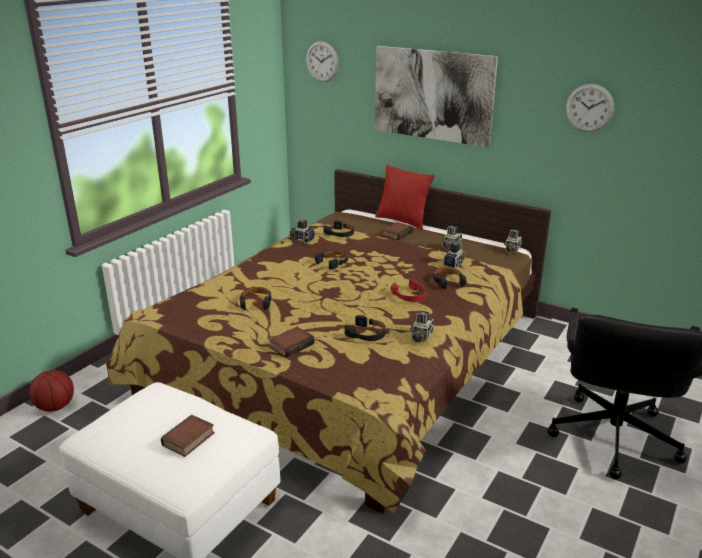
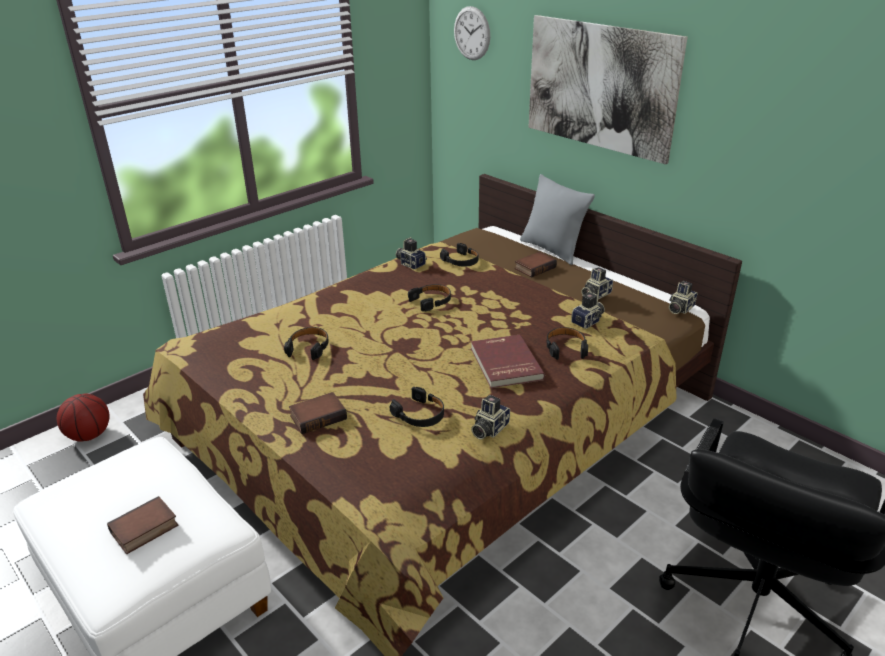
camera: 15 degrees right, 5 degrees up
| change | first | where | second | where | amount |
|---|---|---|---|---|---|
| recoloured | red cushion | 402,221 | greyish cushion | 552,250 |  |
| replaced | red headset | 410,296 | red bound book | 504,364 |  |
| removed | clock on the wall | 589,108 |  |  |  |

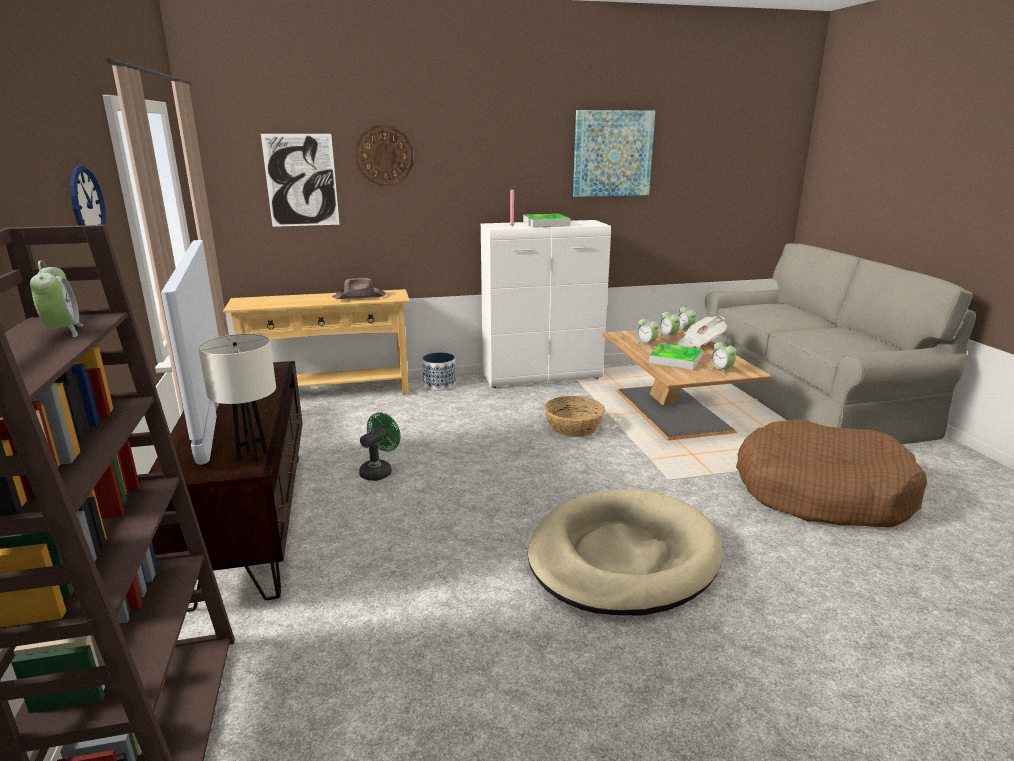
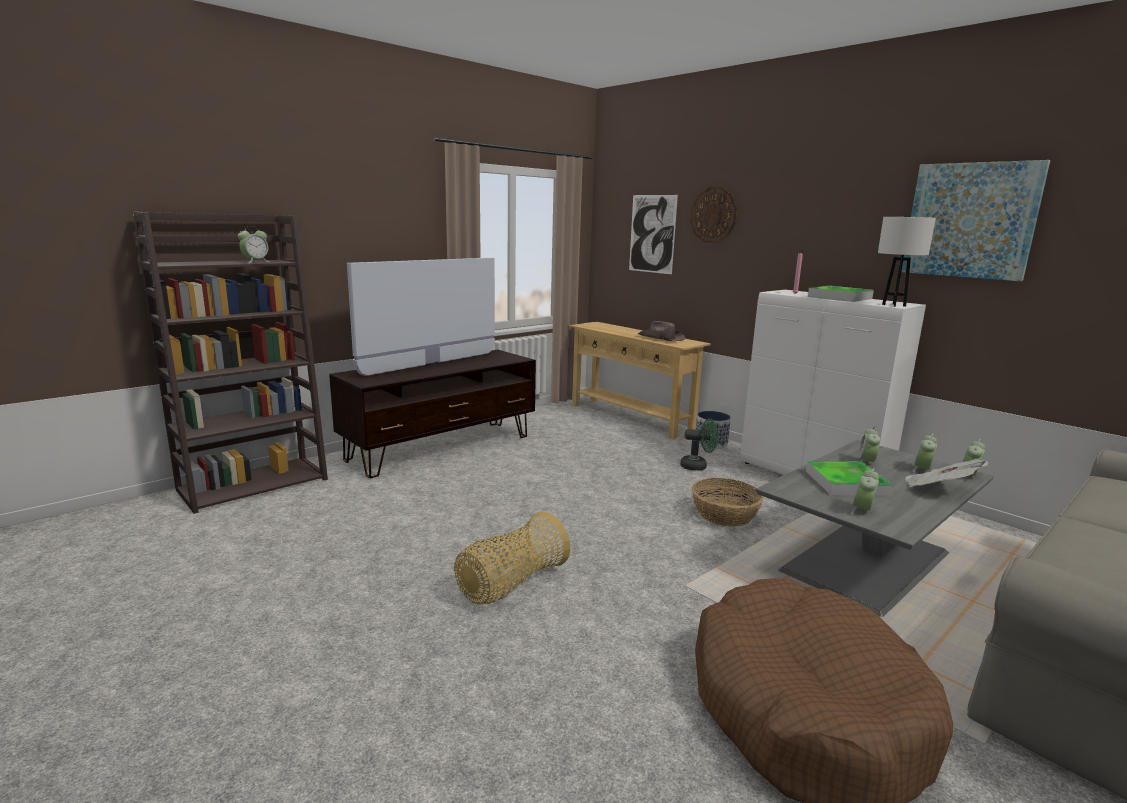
camera: 60 degrees right, 5 degrees down
| change | first | where | second | where | amount |
|---|---|---|---|---|---|
| removed | clock on the wall | 87,204 |  |  |  |
| moved | white lamp for a table | 252,456 |  | 894,305 |  |
| moved | greenish fan | 379,471 |  | 698,466 |  |
| replaced | beige pet bed | 623,557 | household basket | 510,584 |  |
| recoloured | brown low table | 674,411 | greyish low table | 865,563 |  |

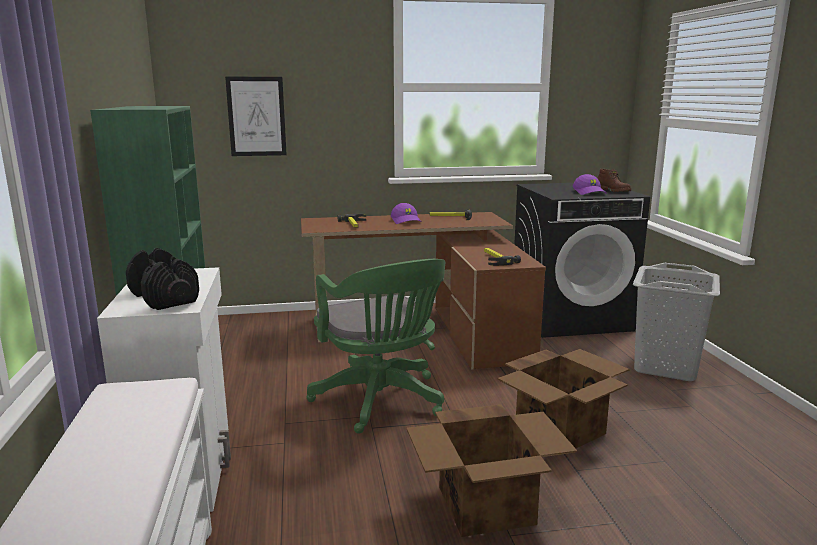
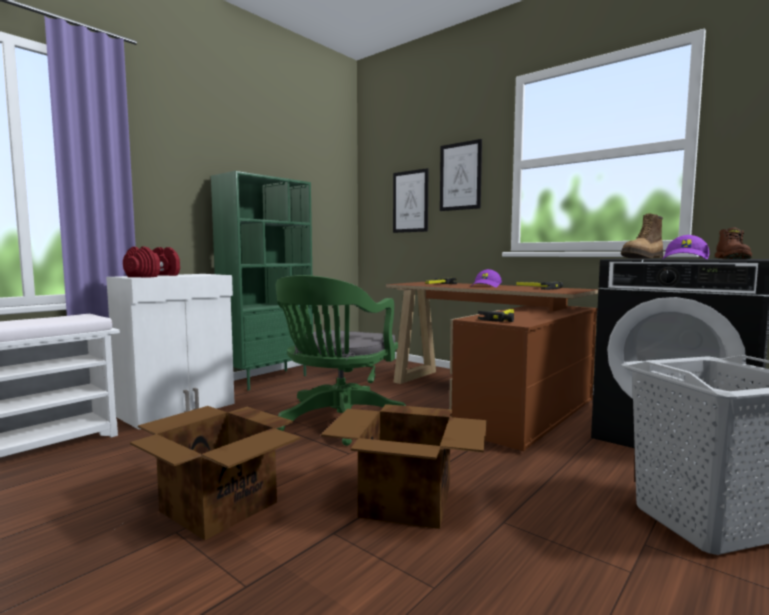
camera: 50 degrees right, 10 degrees down
| change | first | where | second | where | amount |
|---|---|---|---|---|---|
| recoloured | black-coloured free weight | 163,298 | red free weight | 153,276 |  |
| added |  |  | picture | 460,176 |  |
| added |  |  | boot | 643,258 |  |

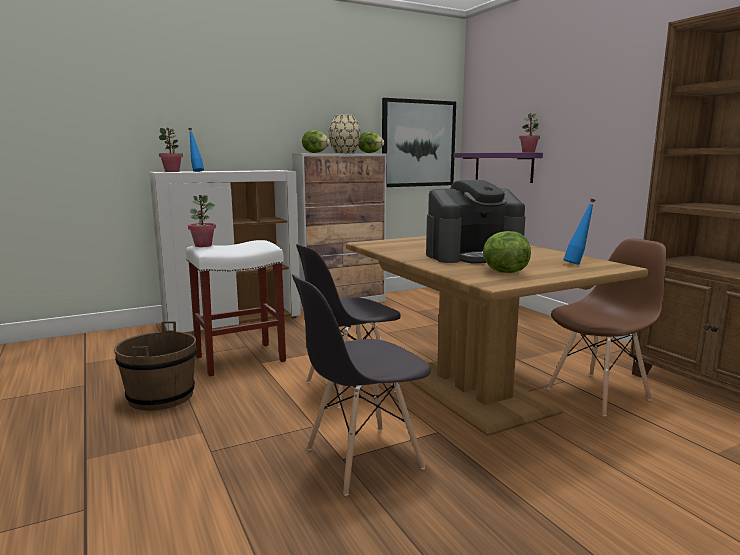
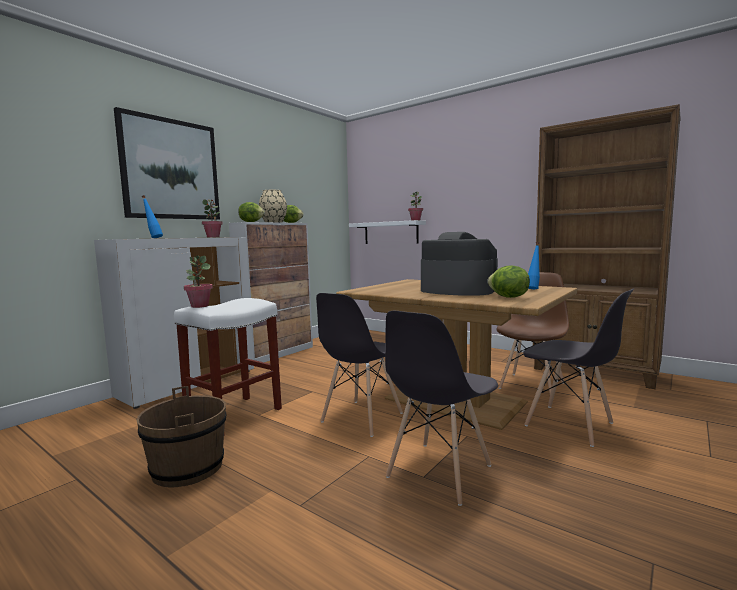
camera: 25 degrees left, 5 degrees down
| change | first | where | second | where | amount |
|---|---|---|---|---|---|
| moved | houseplant | 172,171 |  | 213,237 |  |
| moved | picture | 418,143 |  | 171,169 |  |
| turned | coffee brewer | 473,255 |  | 457,291 | 105 degrees counterclockwise |
| recoloured | purple-coloured wall shelf | 503,167 | white wall shelf | 391,233 |  |
| added |  |  | greyish chair | 570,425 |  |

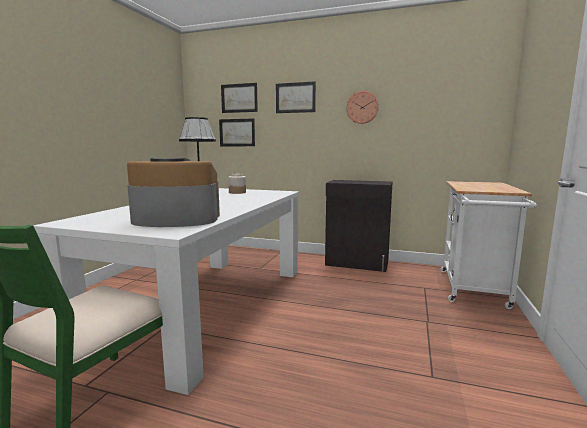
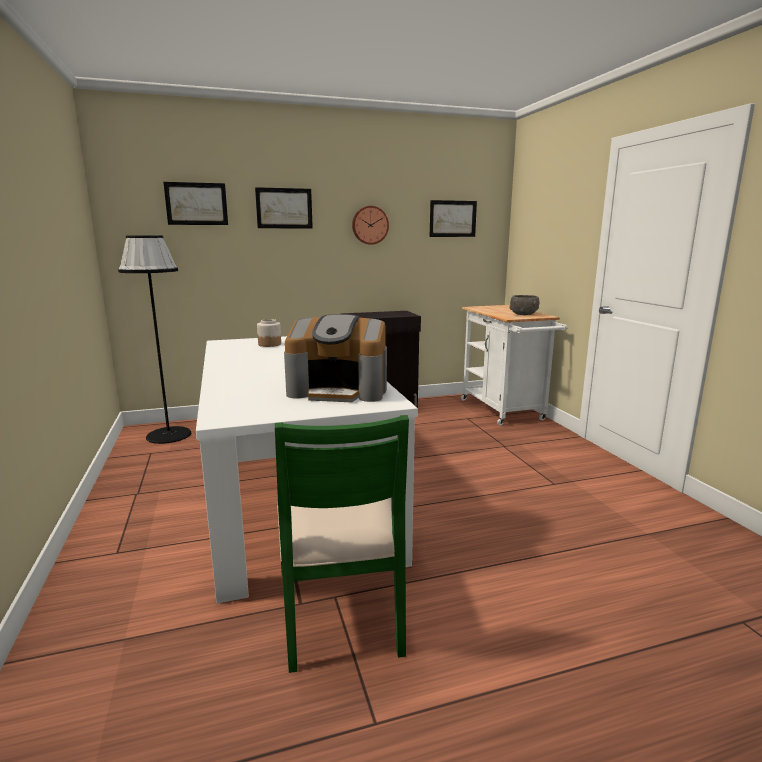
camera: 35 degrees left, 5 degrees up
| change | first | where | second | where | amount |
|---|---|---|---|---|---|
| turned | coffee brewer | 175,220 |  | 339,390 | 135 degrees counterclockwise |
| moved | picture | 237,132 |  | 452,218 |  |
| added |  |  | greyish bowl | 523,314 |  |

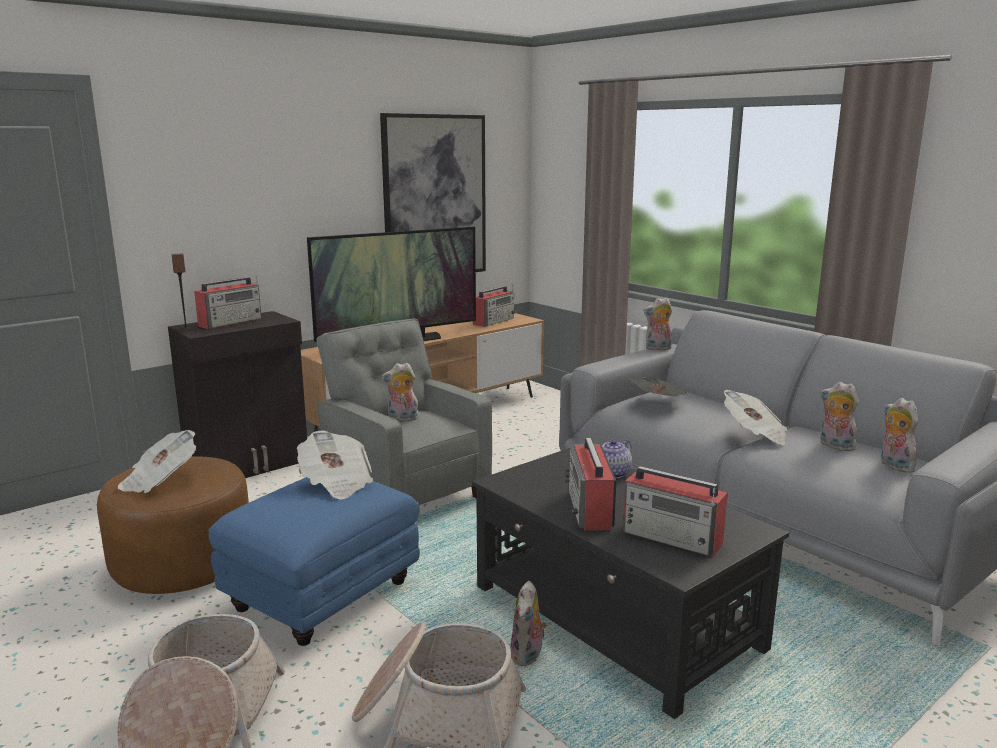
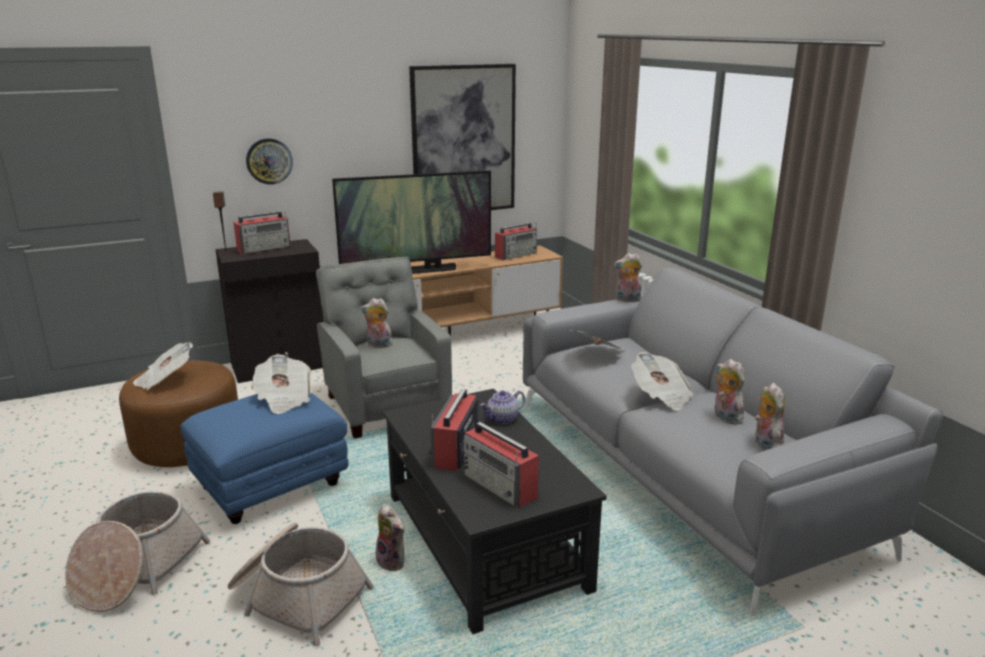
camera: 15 degrees right, 5 degrees up
| change | first | where | second | where | amount |
|---|---|---|---|---|---|
| turned | plush toy | 528,656 |  | 393,562 | 75 degrees counterclockwise |
| added |  |  | clock on the wall | 269,161 |  |

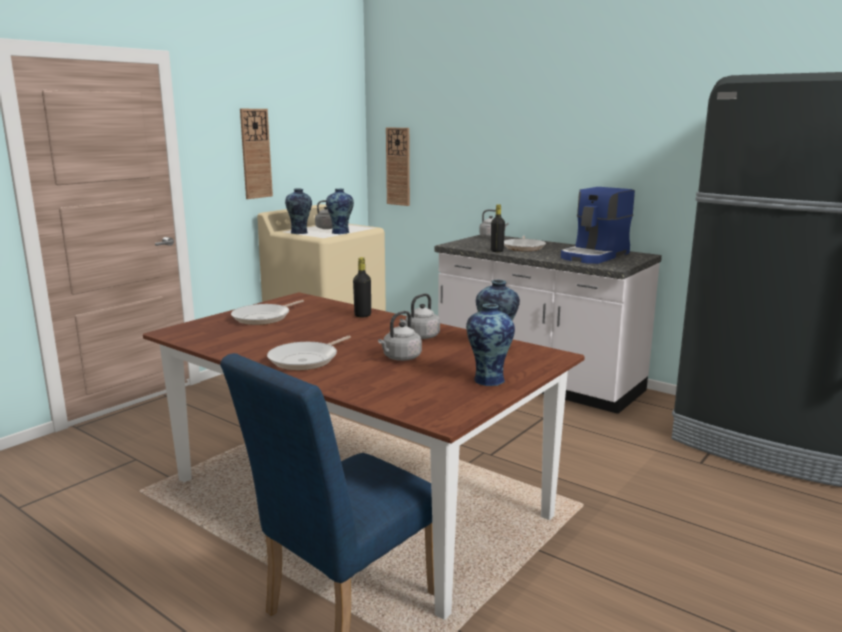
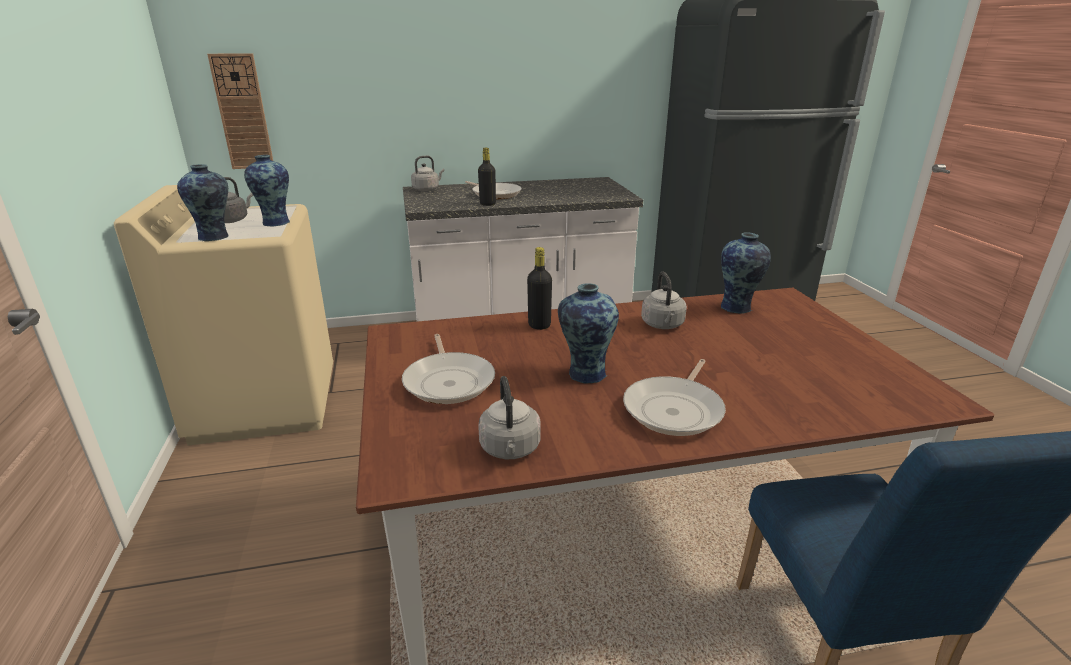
camera: 50 degrees left, 10 degrees up
| change | first | where | second | where | amount |
|---|---|---|---|---|---|
| removed | clock on the wall | 255,153 |  |  |  |
| turned | frying pan | 306,360 |  | 675,409 | 45 degrees clockwise |
| moved | greyish water kettle | 400,358 |  | 510,449 |  |
| moved | vase | 488,380 |  | 585,373 |  |
| removed | coffee brewer | 595,256 |  |  |  |

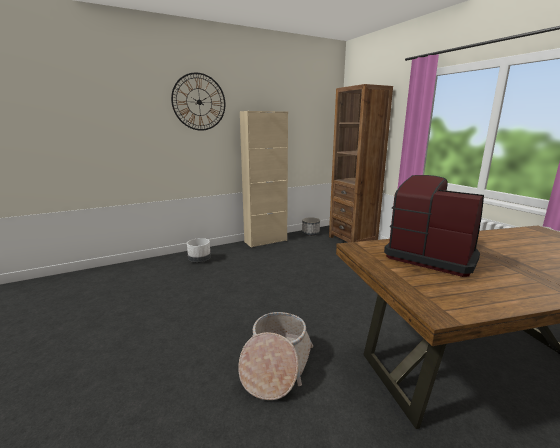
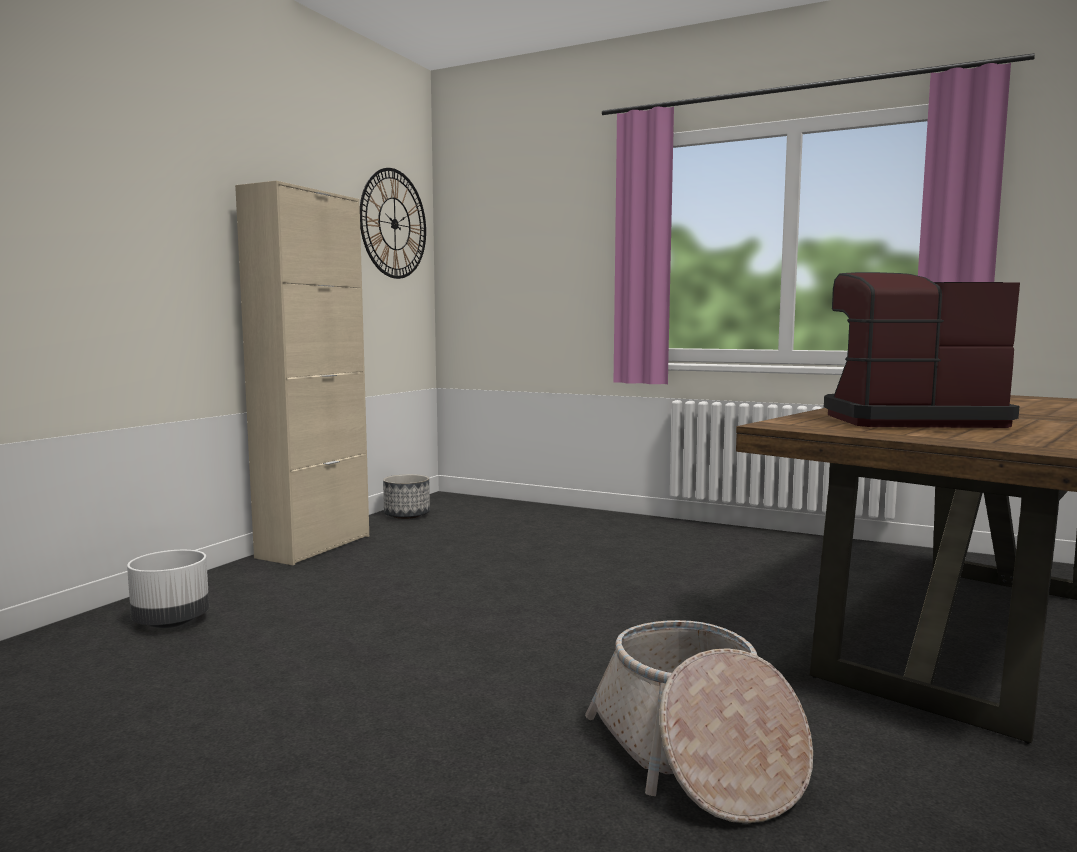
camera: 35 degrees left, 10 degrees down
| change | first | where | second | where | amount |
|---|---|---|---|---|---|
| moved | clock on the wall | 199,102 |  | 394,224 |  |
| removed | brown bookshelf | 352,239 |  |  |  |

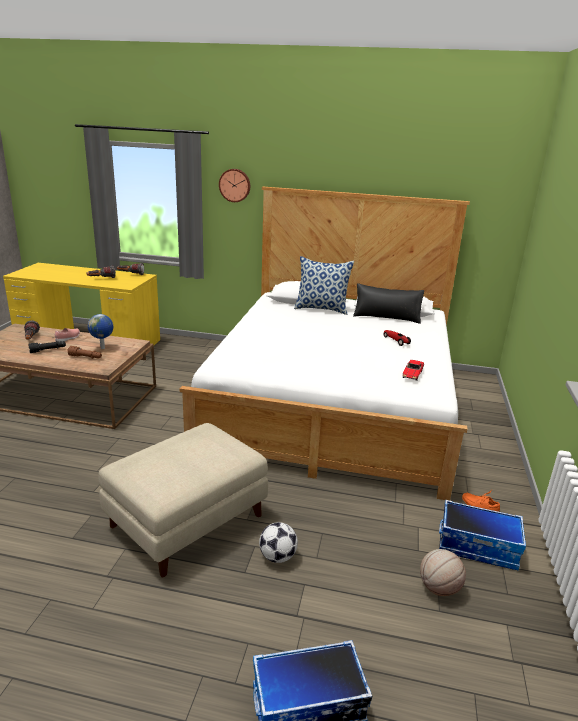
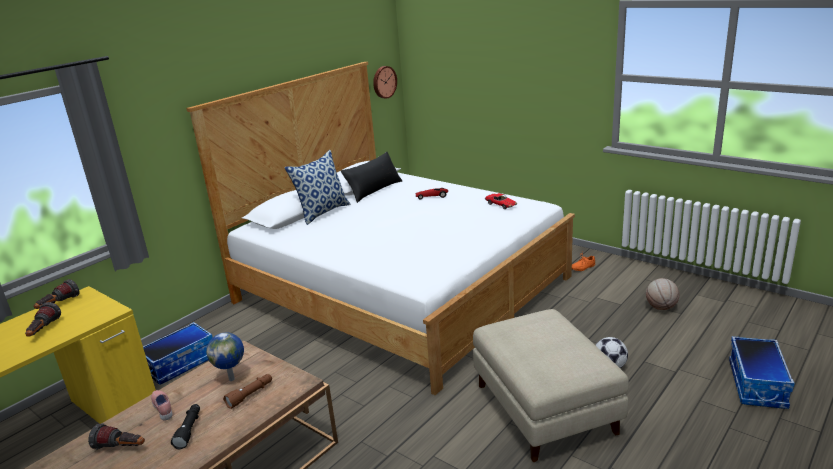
camera: 60 degrees left, 0 degrees up
| change | first | where | second | where | amount |
|---|---|---|---|---|---|
| moved | clock on the wall | 235,185 |  | 384,82 |  |
| moved | storage bin | 478,546 |  | 180,364 |  |

